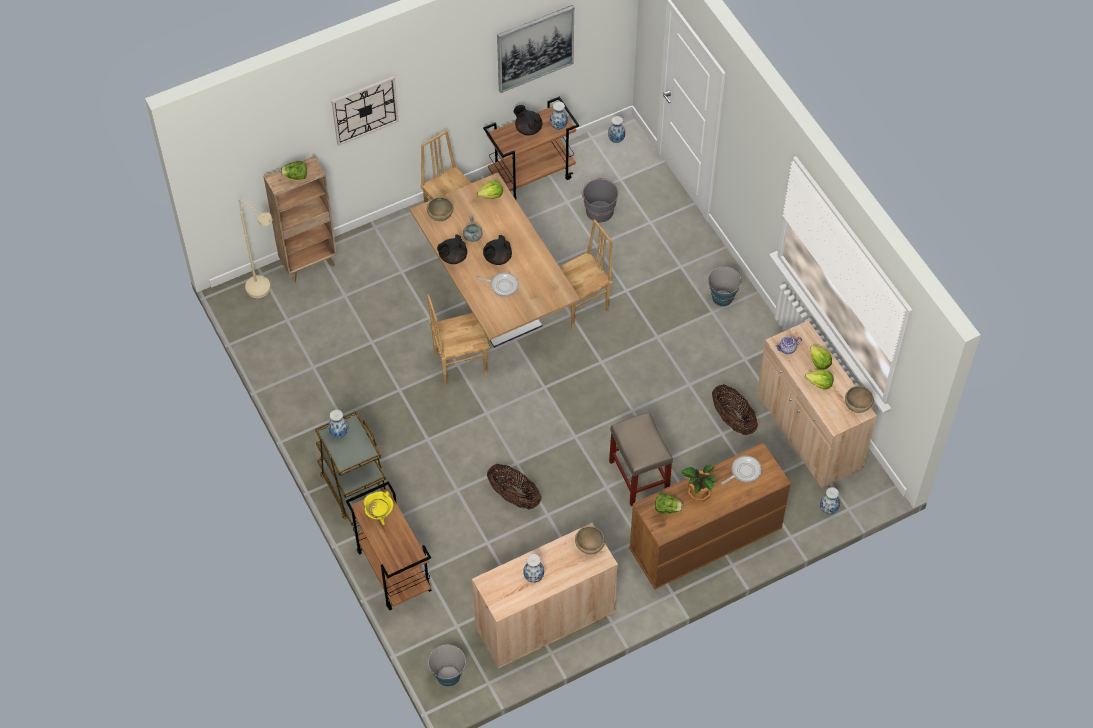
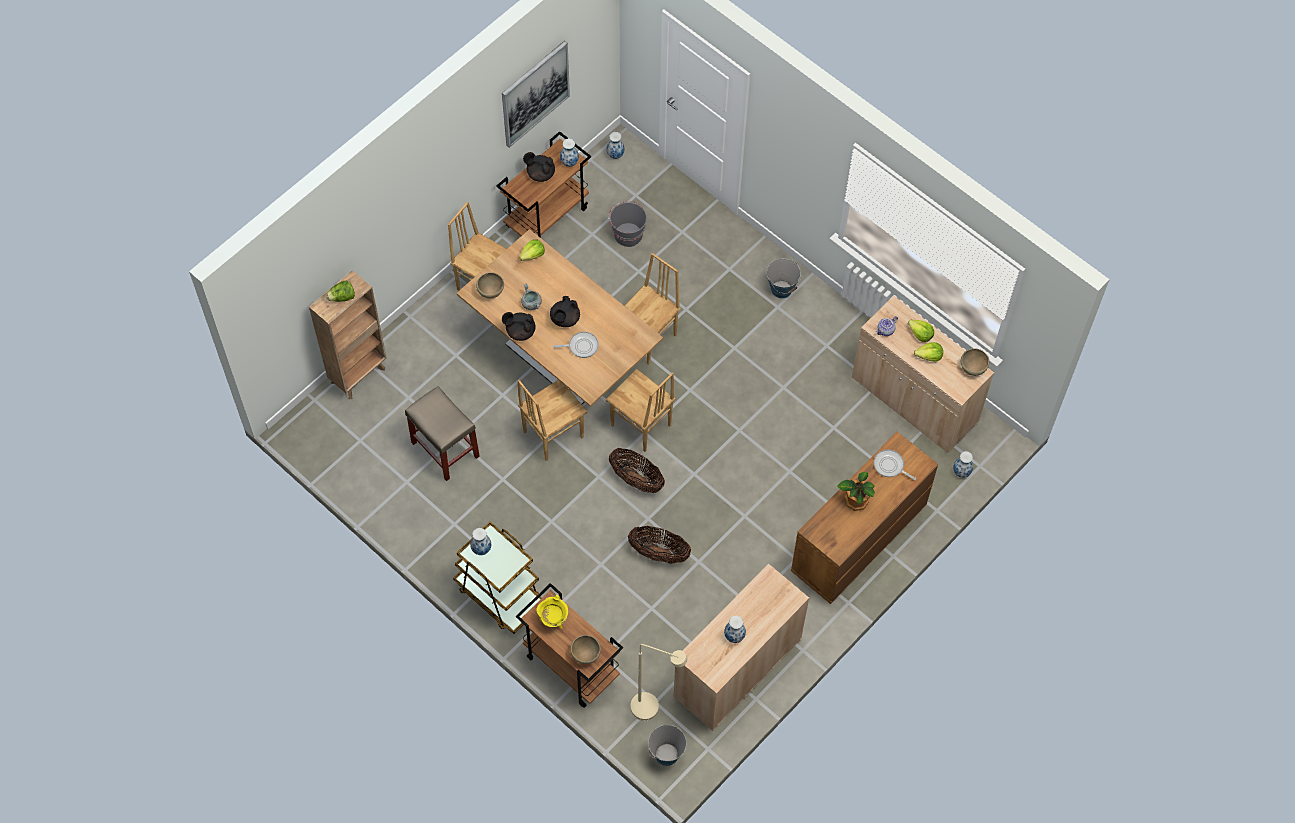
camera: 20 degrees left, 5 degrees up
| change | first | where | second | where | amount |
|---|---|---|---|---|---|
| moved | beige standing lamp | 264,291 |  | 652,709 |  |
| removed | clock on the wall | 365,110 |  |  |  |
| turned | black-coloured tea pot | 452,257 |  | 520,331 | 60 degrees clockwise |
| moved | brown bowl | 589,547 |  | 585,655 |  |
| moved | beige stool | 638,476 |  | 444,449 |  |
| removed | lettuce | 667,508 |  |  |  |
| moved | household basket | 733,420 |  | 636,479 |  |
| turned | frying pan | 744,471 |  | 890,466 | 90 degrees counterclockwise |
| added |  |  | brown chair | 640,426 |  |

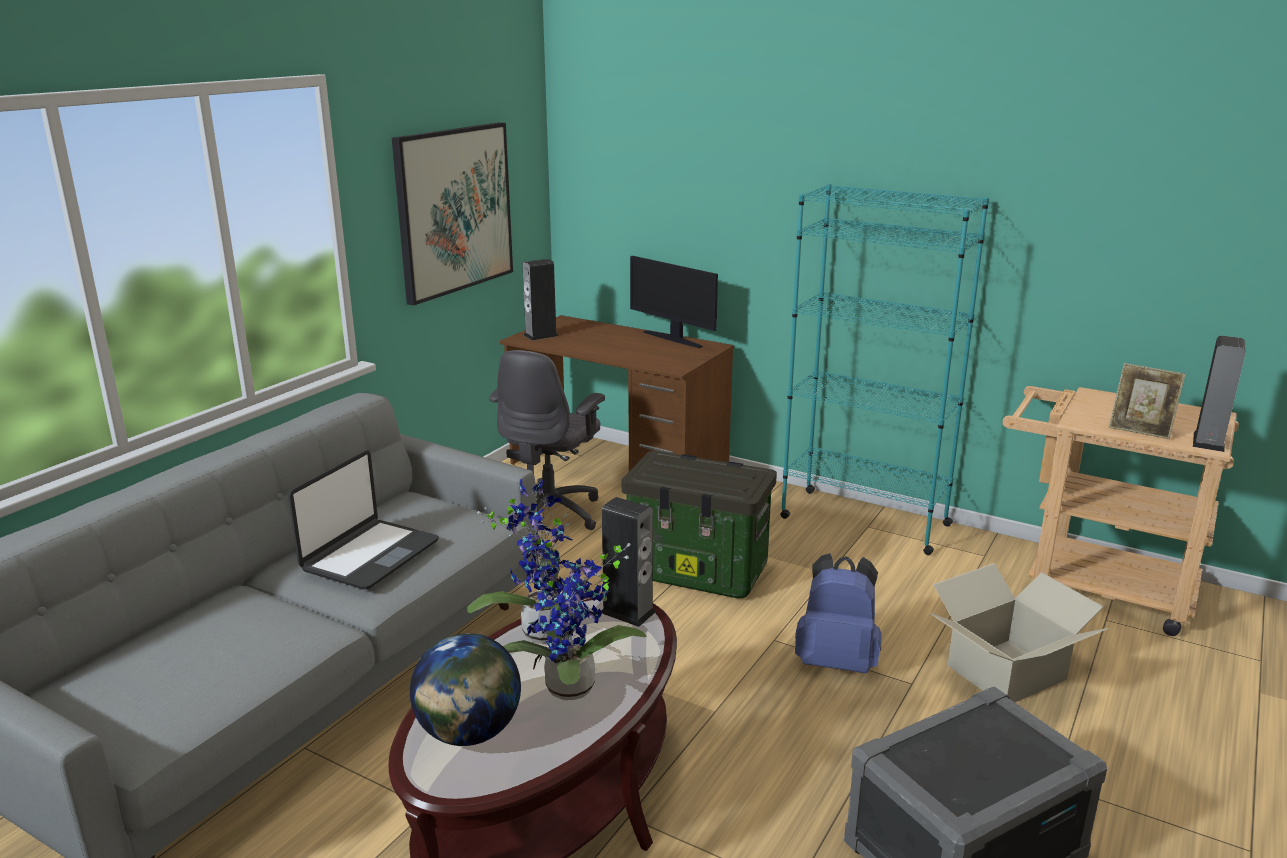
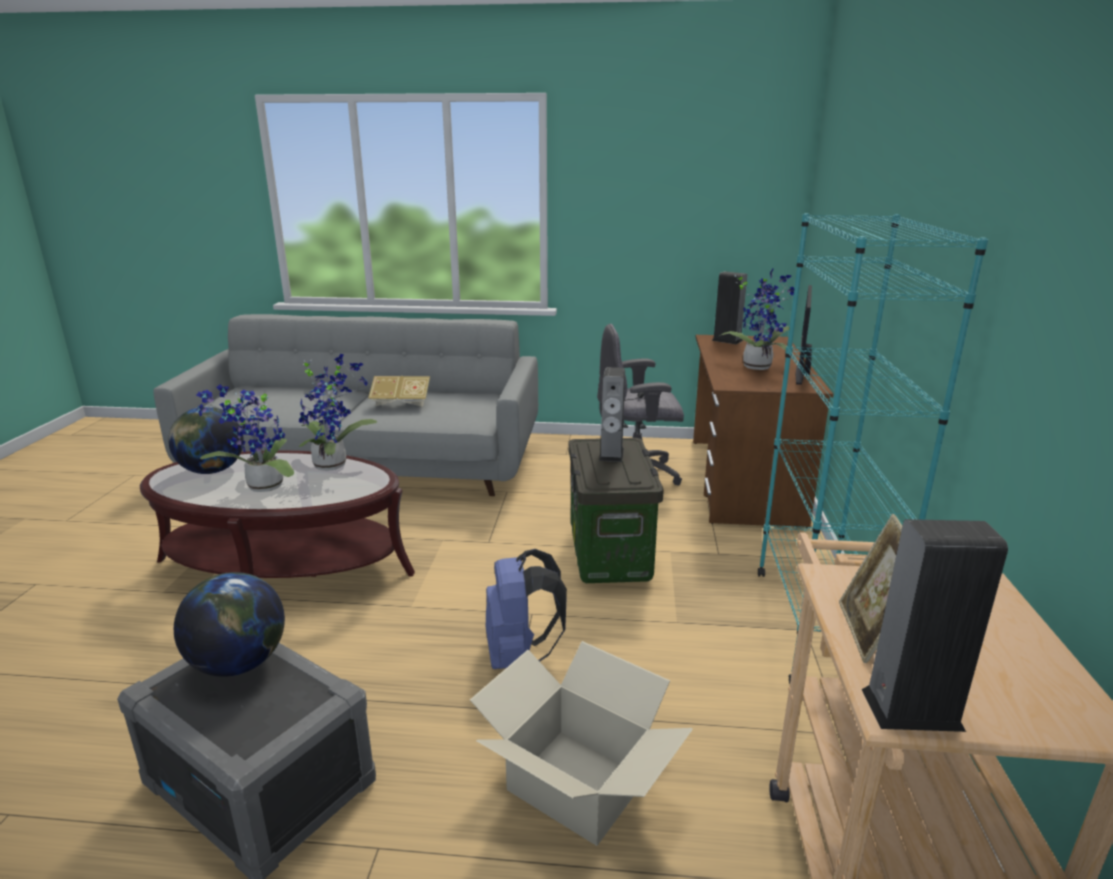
camera: 65 degrees right, 0 degrees up
| change | first | where | second | where | amount |
|---|---|---|---|---|---|
| replaced | notebook computer | 369,555 | bound book | 401,403 |  |
| removed | picture | 454,210 |  |  |  |
| moved | audio speaker | 627,612 |  | 611,454 |  |
| added |  |  | globe | 239,663 |  |
| added |  |  | houseplant | 758,366 |  |

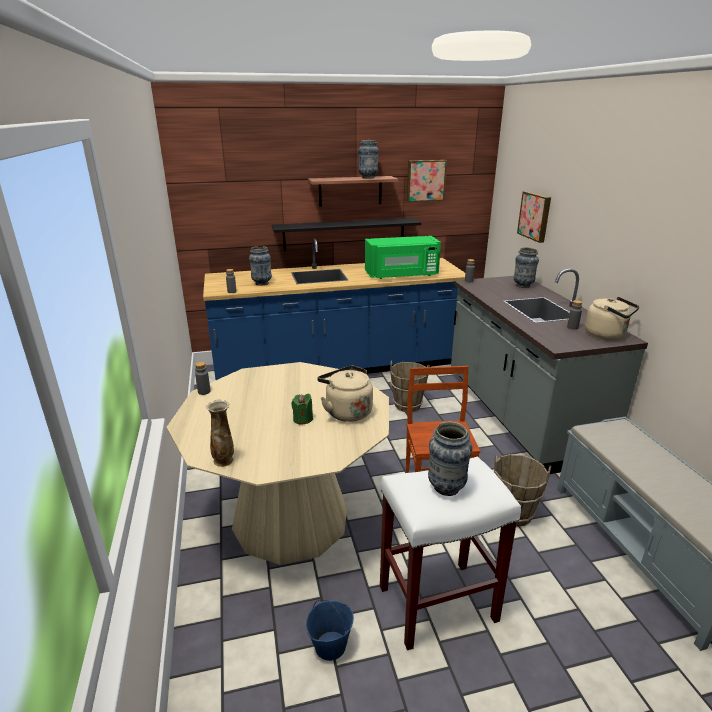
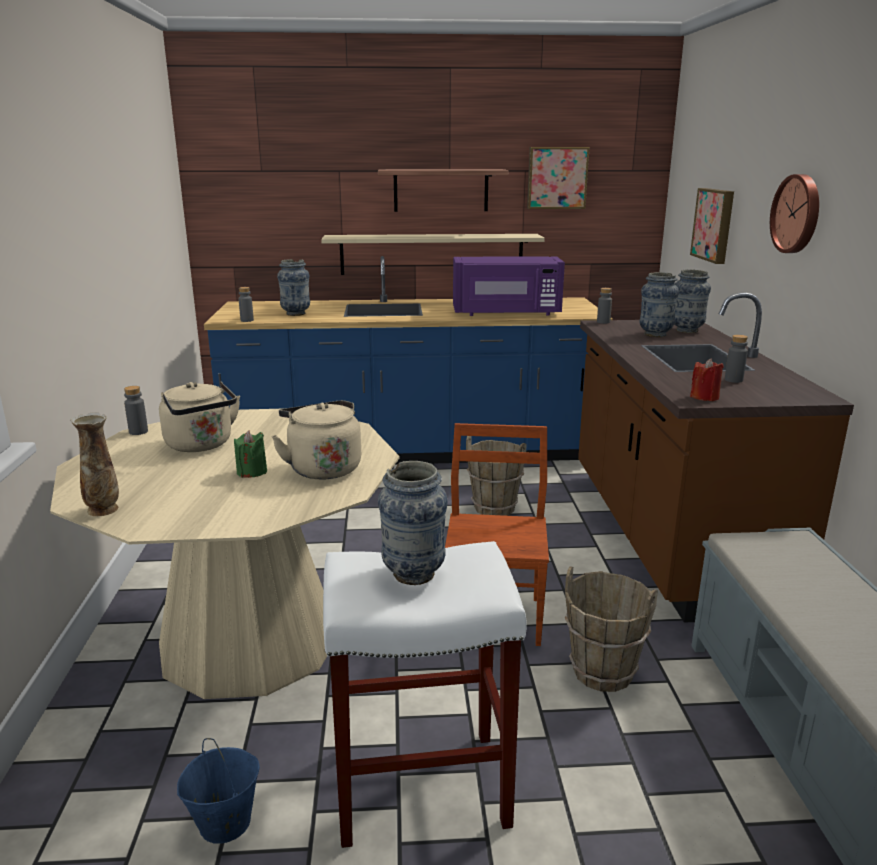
camera: 10 degrees right, 5 degrees down
| change | first | where | second | where | amount |
|---|---|---|---|---|---|
| recoloured | black-coloured wall shelf | 344,234 | beige wall shelf | 431,254 |  |
| moved | vase | 368,177 |  | 655,334 |  |
| recoloured | greenish microwave | 402,275 | purple-coloured microwave | 506,313 |  |
| recoloured | greyish kitchen counter | 518,414 | brown kitchen counter | 668,534 |  |
| moved | beige water kettle | 607,335 |  | 201,445 |  |
| added |  |  | red candle | 704,397 |  |
| added |  |  | clock on the wall | 797,214 |  |

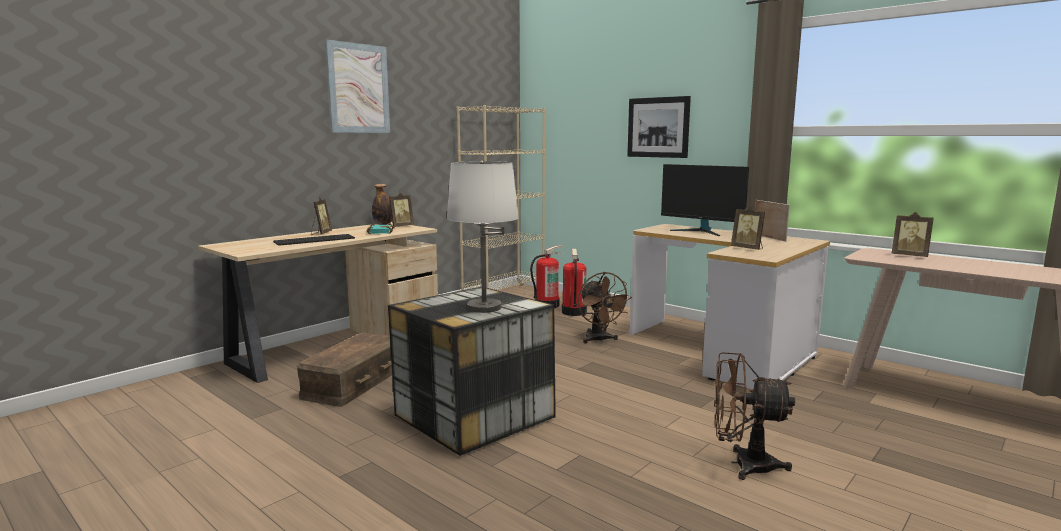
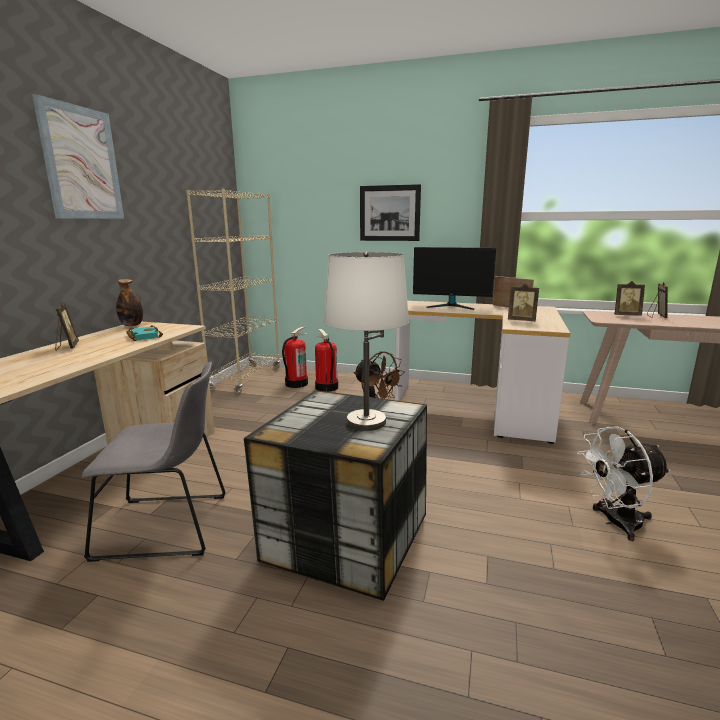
camera: 25 degrees left, 5 degrees up
| change | first | where | second | where | amount |
|---|---|---|---|---|---|
| removed | computer keyboard | 315,240 |  |  |  |
| replaced | brown storage bin | 353,383 | greyish chair | 169,526 |  |
| moved | standing frame | 400,226 |  | 656,317 |  |
| recoloured | brown fan | 743,464 | white fan | 615,523 |  |

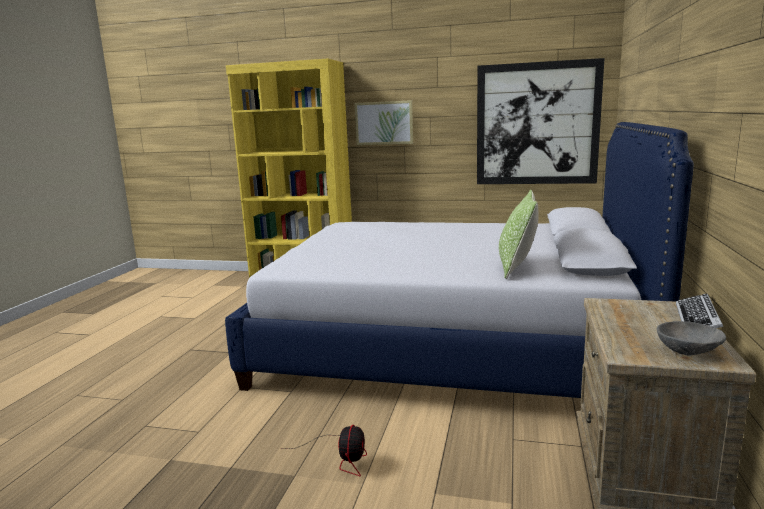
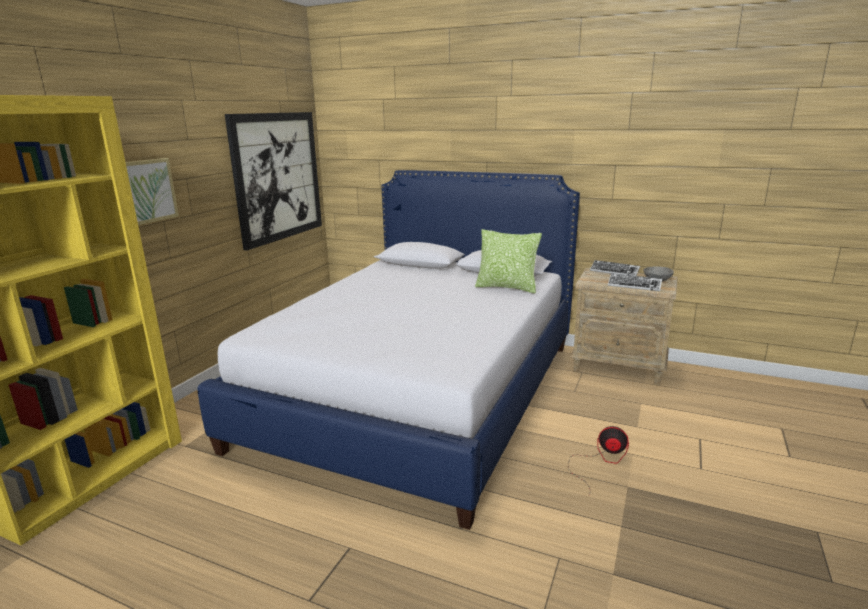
camera: 80 degrees left, 5 degrees up
| change | first | where | second | where | amount |
|---|---|---|---|---|---|
| added |  |  | computer keyboard | 634,285 |  |

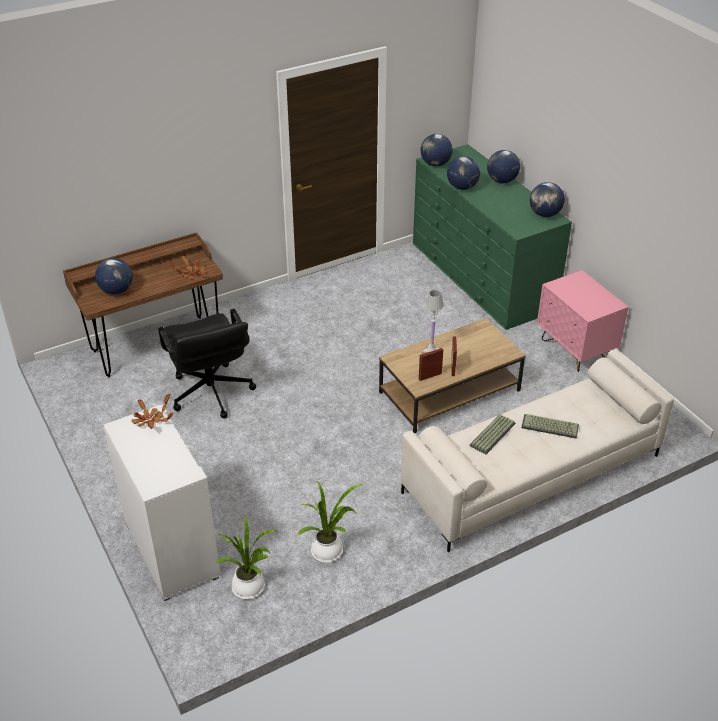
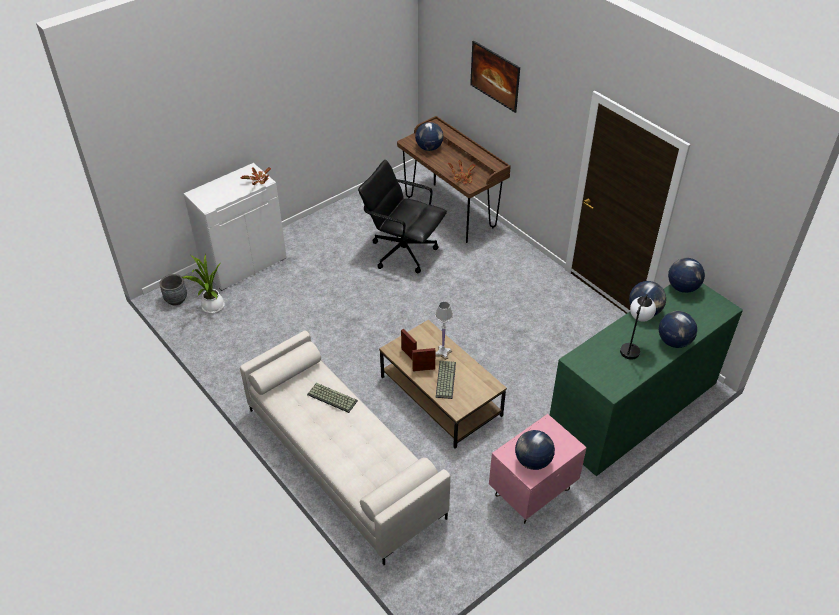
camera: 80 degrees right, 5 degrees up
| change | first | where | second | where | amount |
|---|---|---|---|---|---|
| turned | black-coloured office chair | 211,393 |  | 403,251 | 60 degrees clockwise |
| removed | houseplant | 329,552 |  |  |  |
| moved | computer keyboard | 549,427 |  | 445,379 |  |
| moved | globe | 544,214 |  | 532,461 |  |
| added |  |  | greyish planter | 176,299 |  |
| added |  |  | picture | 494,87 |  |
| added |  |  | lamp for a table | 632,347 |  |

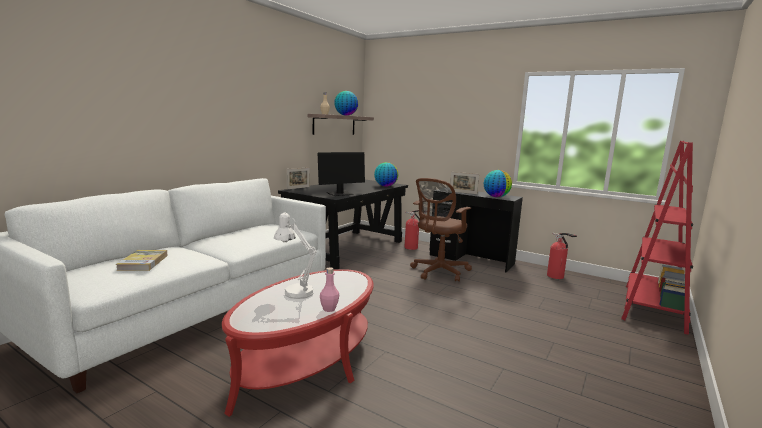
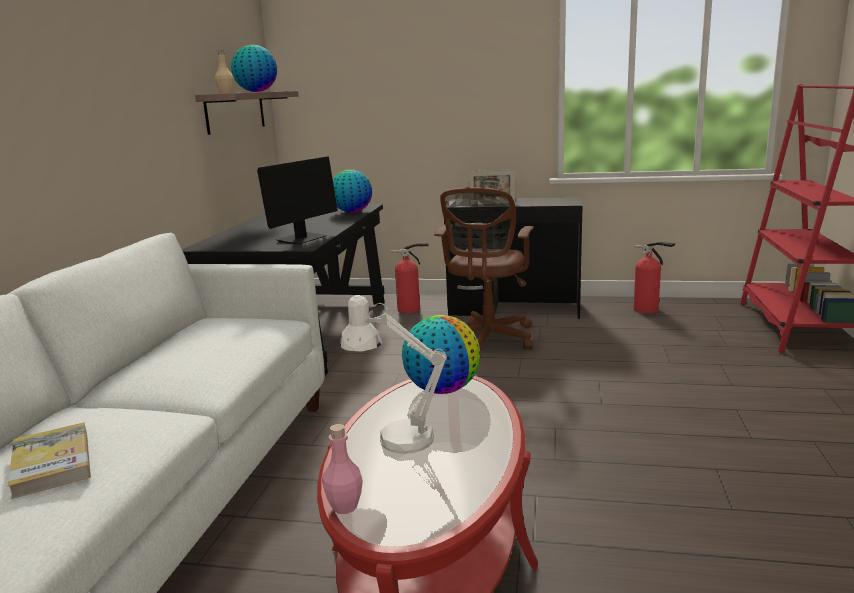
camera: 20 degrees left, 5 degrees up
| change | first | where | second | where | amount |
|---|---|---|---|---|---|
| removed | standing frame | 298,188 |  |  |  |
| moved | pinkish beverage bottle | 329,309 |  | 344,506 |  |
| moved | globe | 496,197 |  | 442,390 |  |

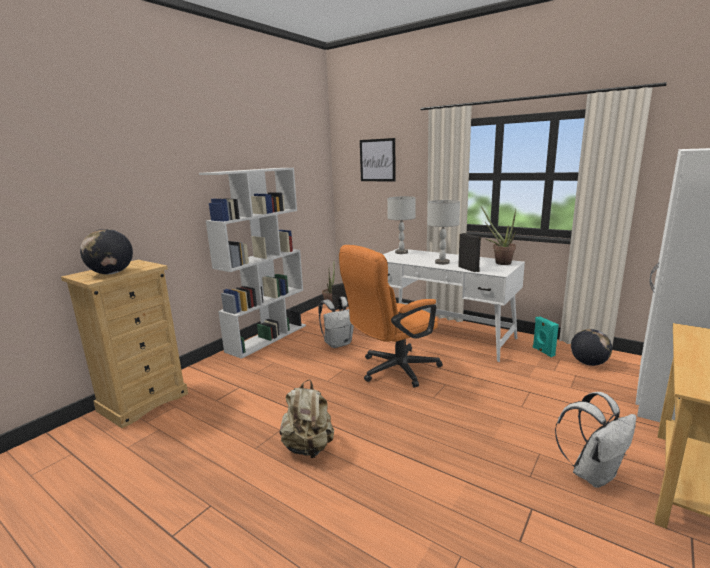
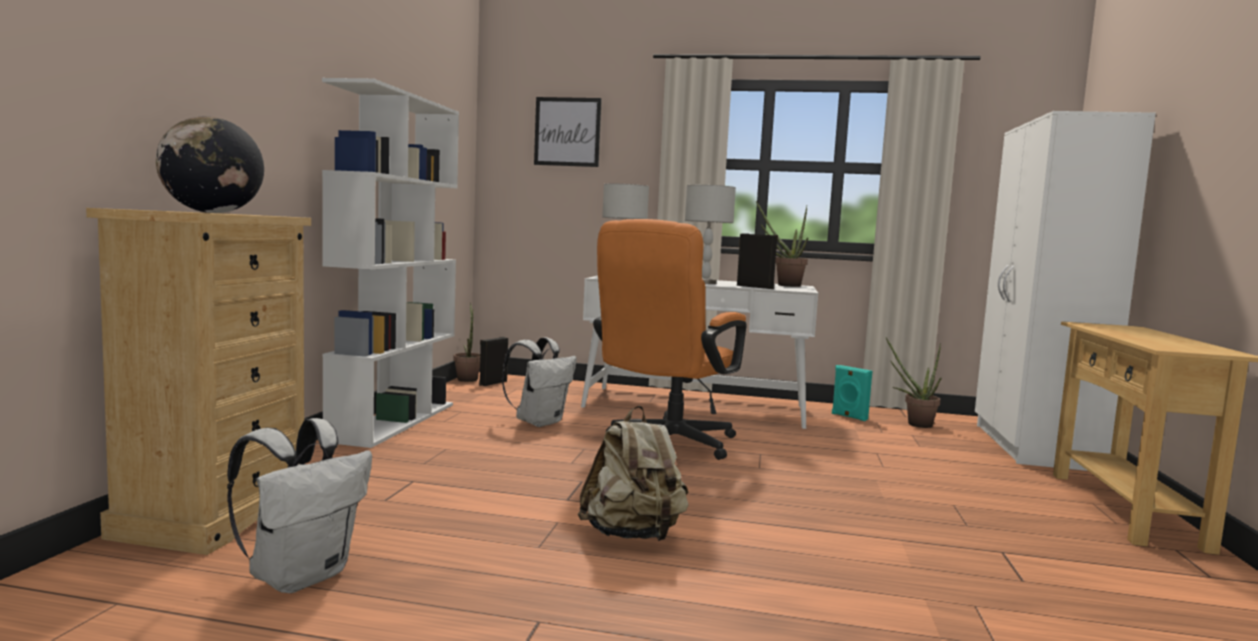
camera: 25 degrees left, 10 degrees down
| change | first | where | second | where | amount |
|---|---|---|---|---|---|
| moved | white knapsack | 593,473 |  | 301,576 |  |
| replaced | globe | 588,363 | houseplant | 914,424 |  |

